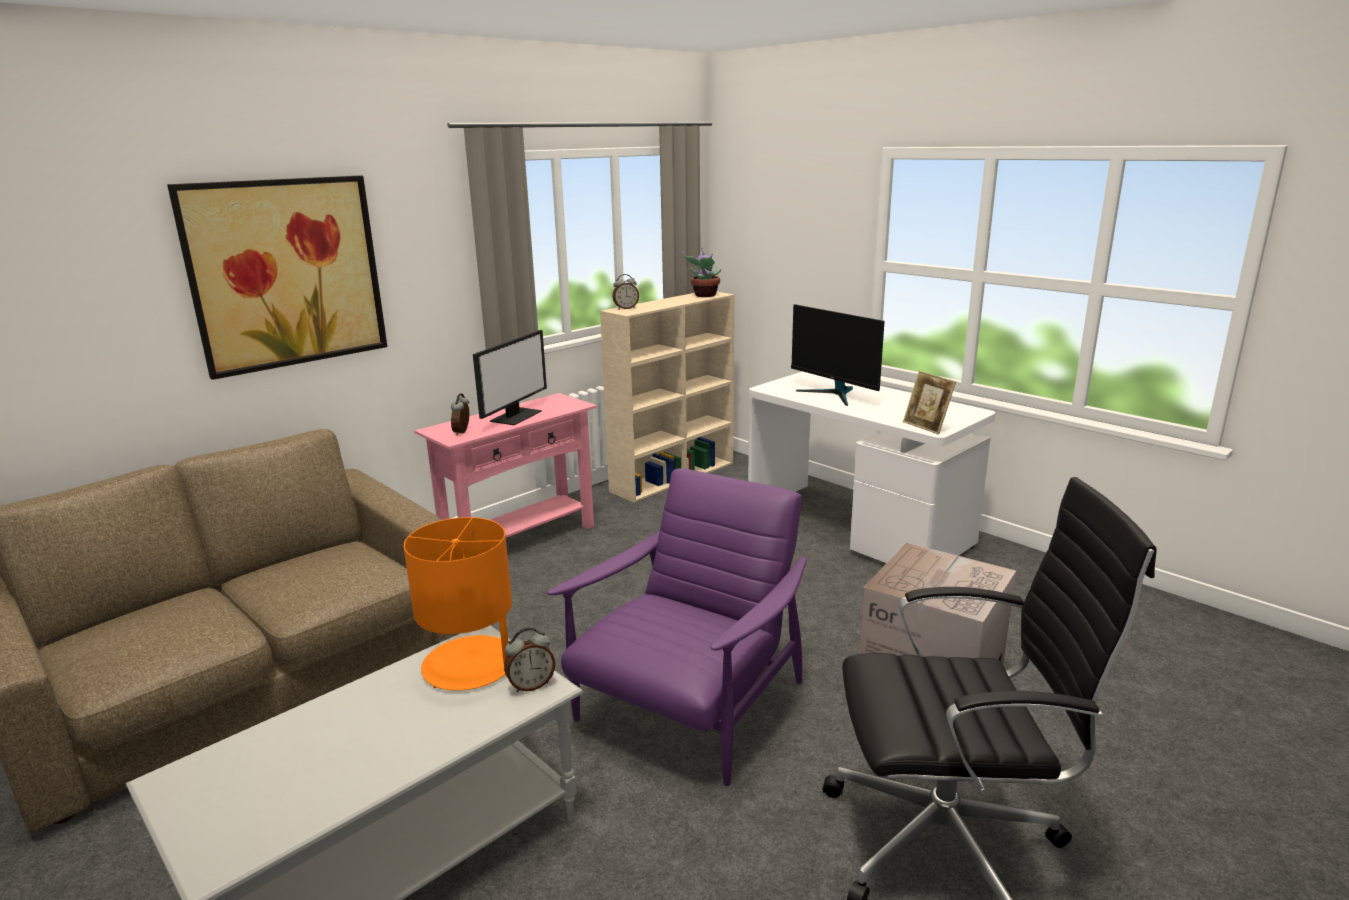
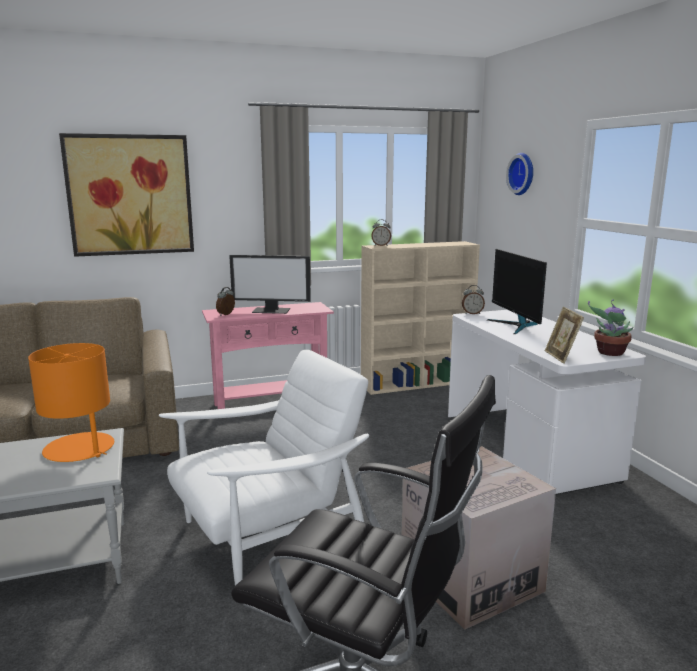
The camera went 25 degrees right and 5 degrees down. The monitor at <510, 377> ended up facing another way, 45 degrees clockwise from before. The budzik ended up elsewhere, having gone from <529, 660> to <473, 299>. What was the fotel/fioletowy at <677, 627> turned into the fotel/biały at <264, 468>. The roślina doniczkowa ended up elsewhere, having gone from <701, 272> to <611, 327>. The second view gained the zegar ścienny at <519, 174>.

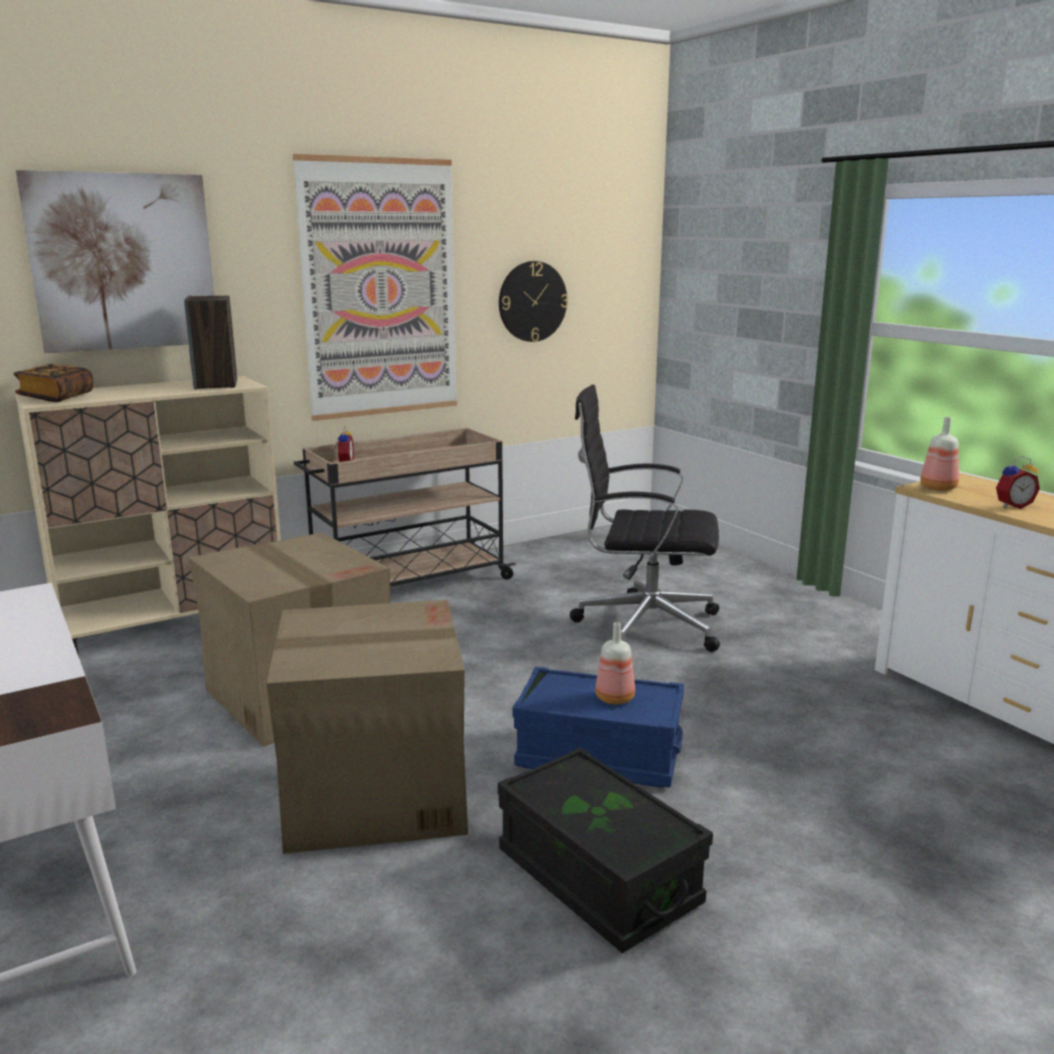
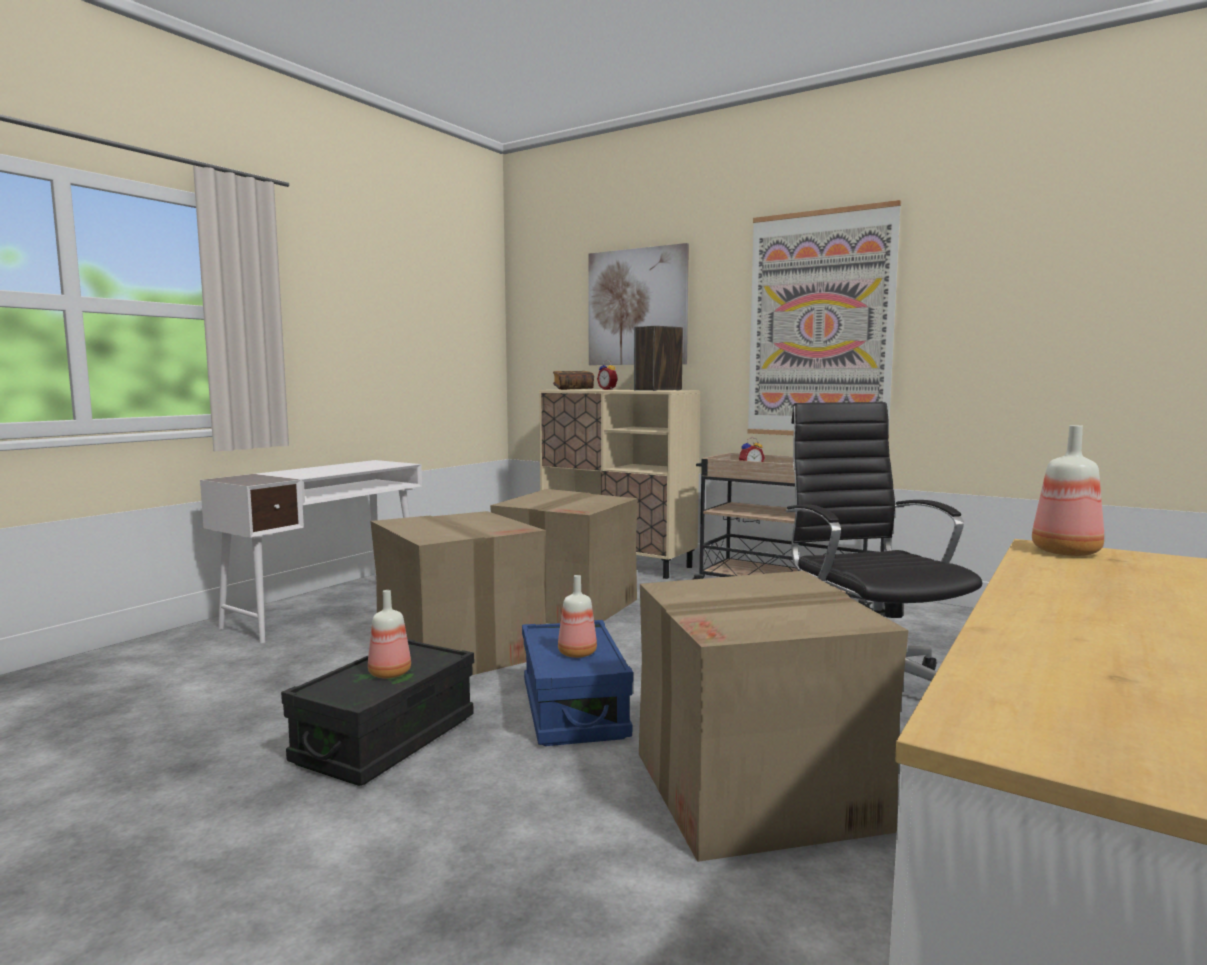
The camera went 65 degrees right and 10 degrees down. The second view lost the zegar ścienny at <533, 301>. The budzik ended up elsewhere, having gone from <1018, 482> to <607, 375>. The second view gained the butelka at <389, 634>. The second view gained the karton at <773, 716>.

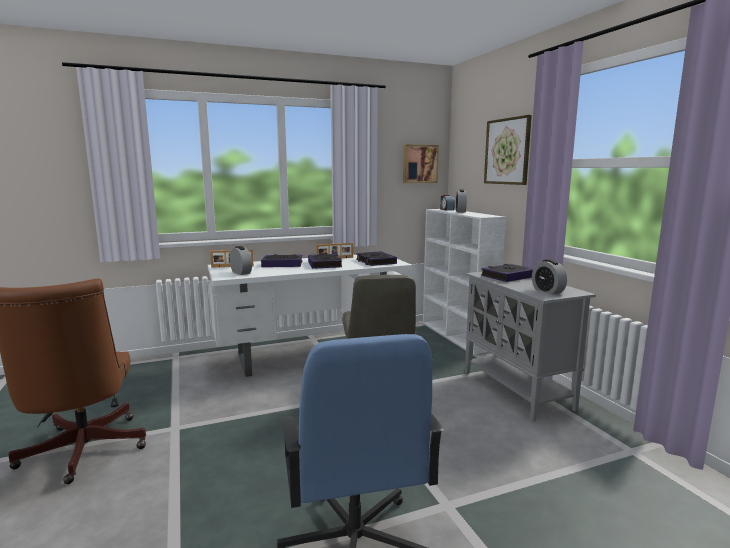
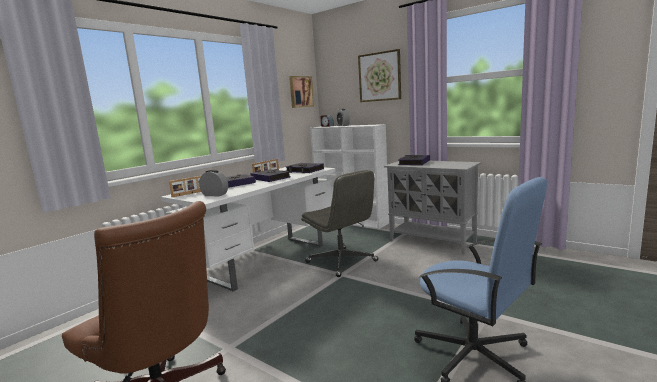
The camera went 30 degrees left and 0 degrees up. The second view lost the budzik at <549, 277>.

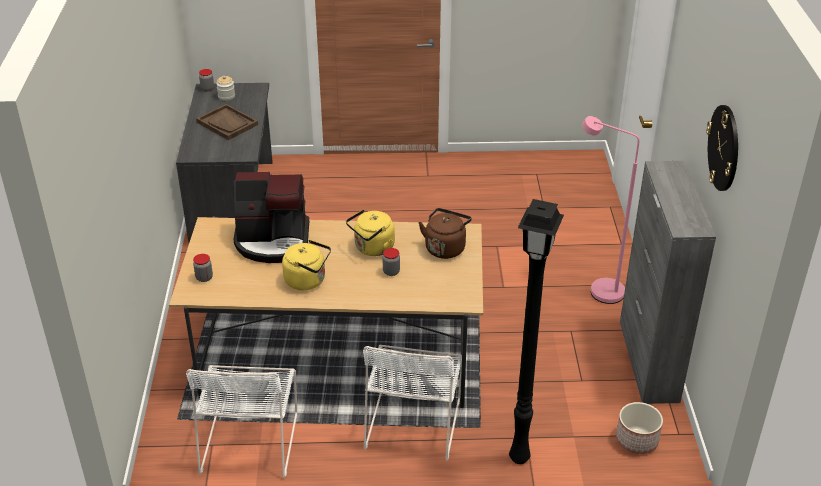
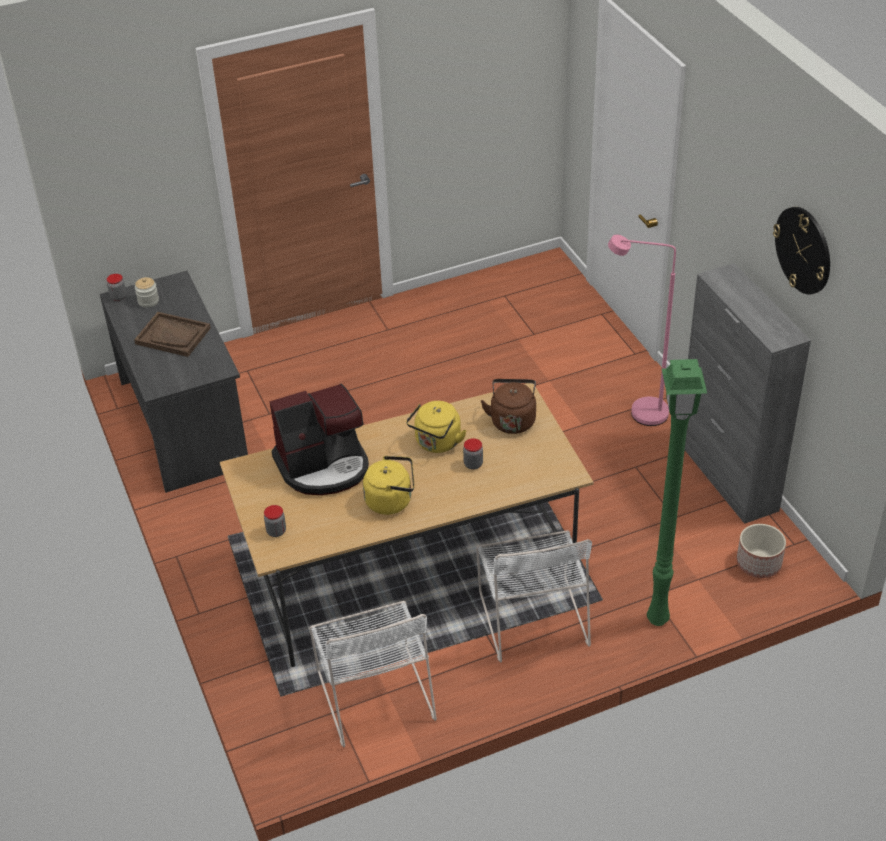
The camera went 20 degrees left and 5 degrees up. What was the lampa stojąca/czarny at <536, 331> turned into the lampa stojąca/zielony at <677, 492>.

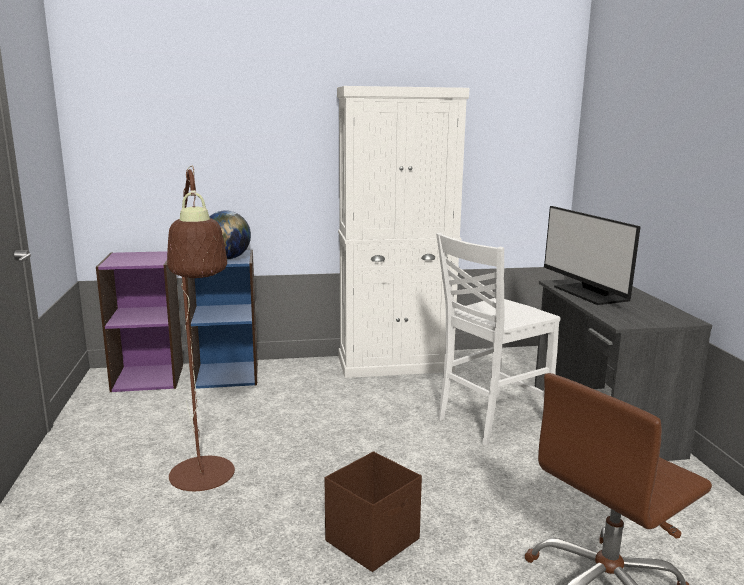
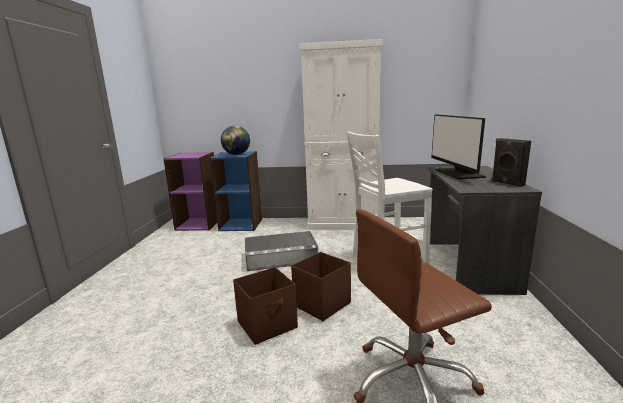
The camera went 15 degrees right and 0 degrees up. The second view lost the lampa stojąca/brązowy at <201, 328>. The second view gained the pojemnik do przechowywania/szary at <281, 251>. The second view gained the pojemnik do przechowywania/brązowy at <321, 286>. The second view gained the głośnik/czarny at <511, 162>.

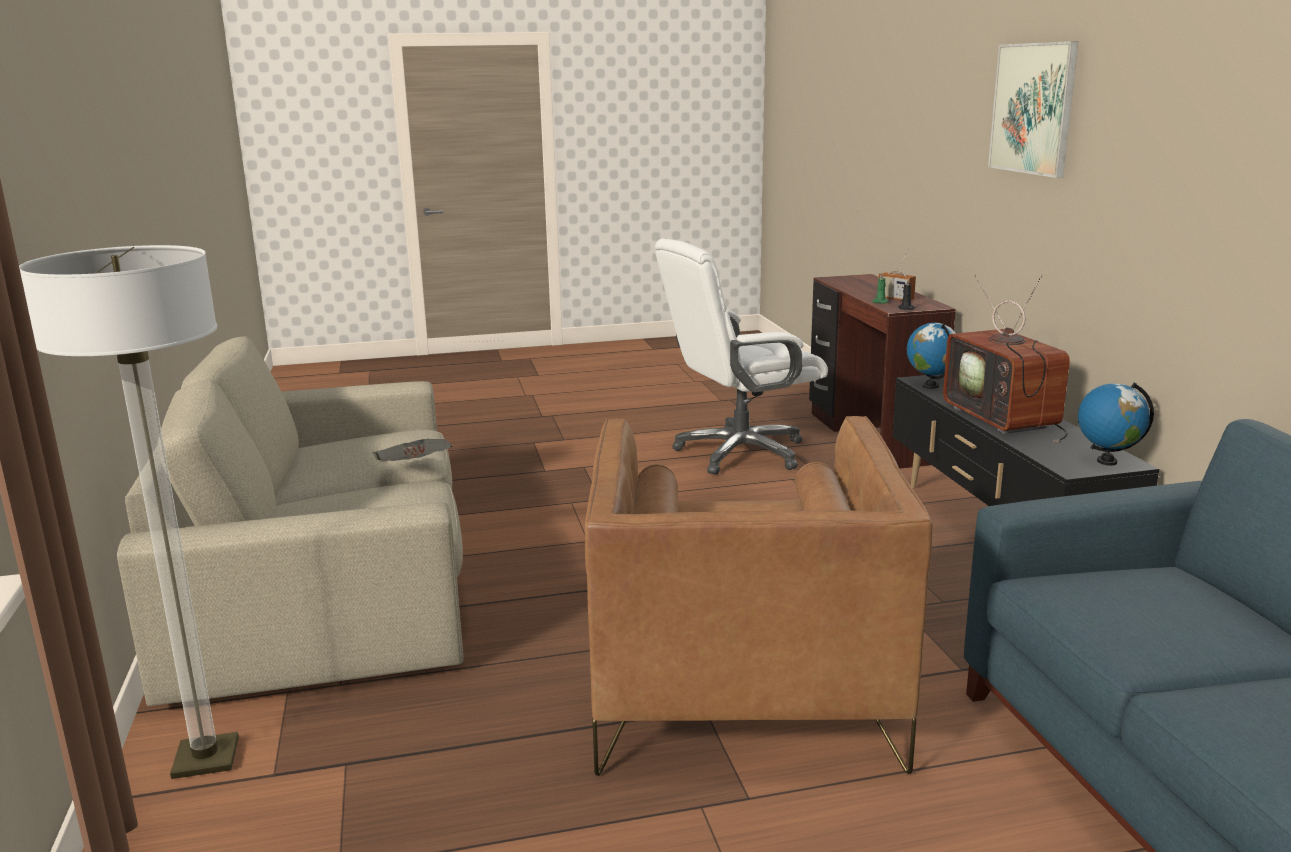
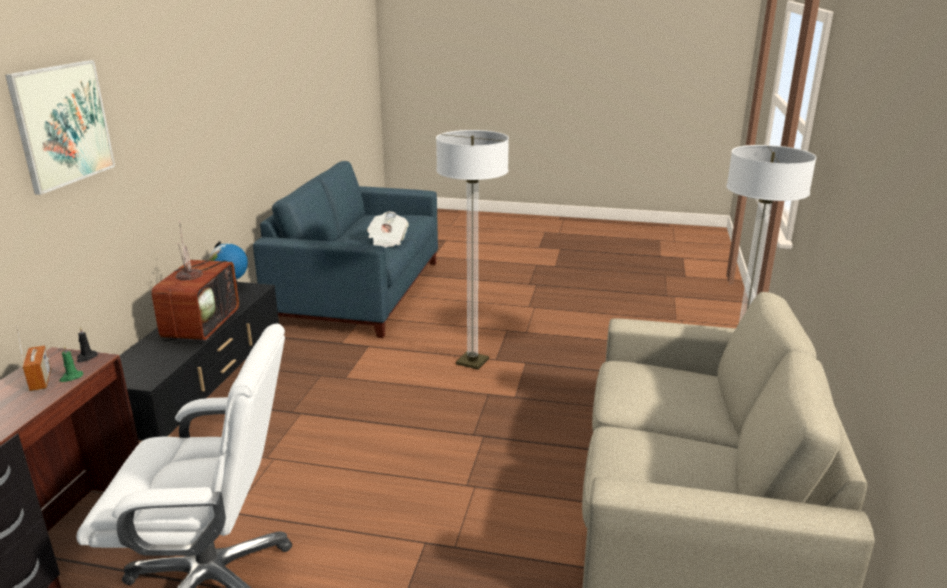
The camera went 155 degrees left and 5 degrees up. The gazeta ended up elsewhere, having gone from <412, 450> to <388, 230>. Where the fotel/brązowy stood at <759, 596>, the lampa stojąca came to stand at <472, 250>. The second view lost the globus at <931, 356>.

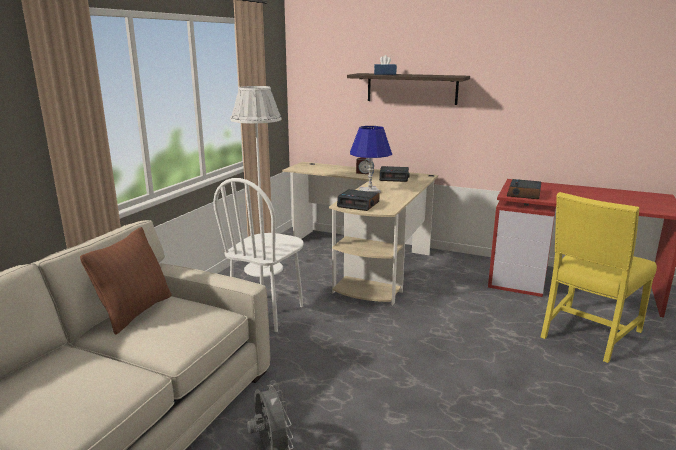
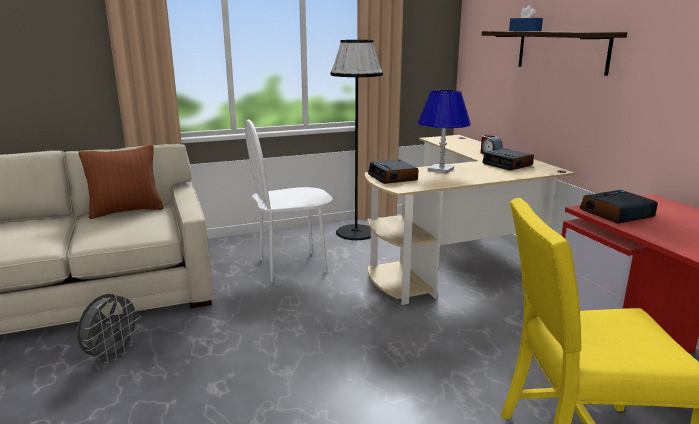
The camera went 45 degrees right and 0 degrees up. What was the lampa stojąca/biały at <256, 181> turned into the lampa stojąca/czarny at <357, 140>.

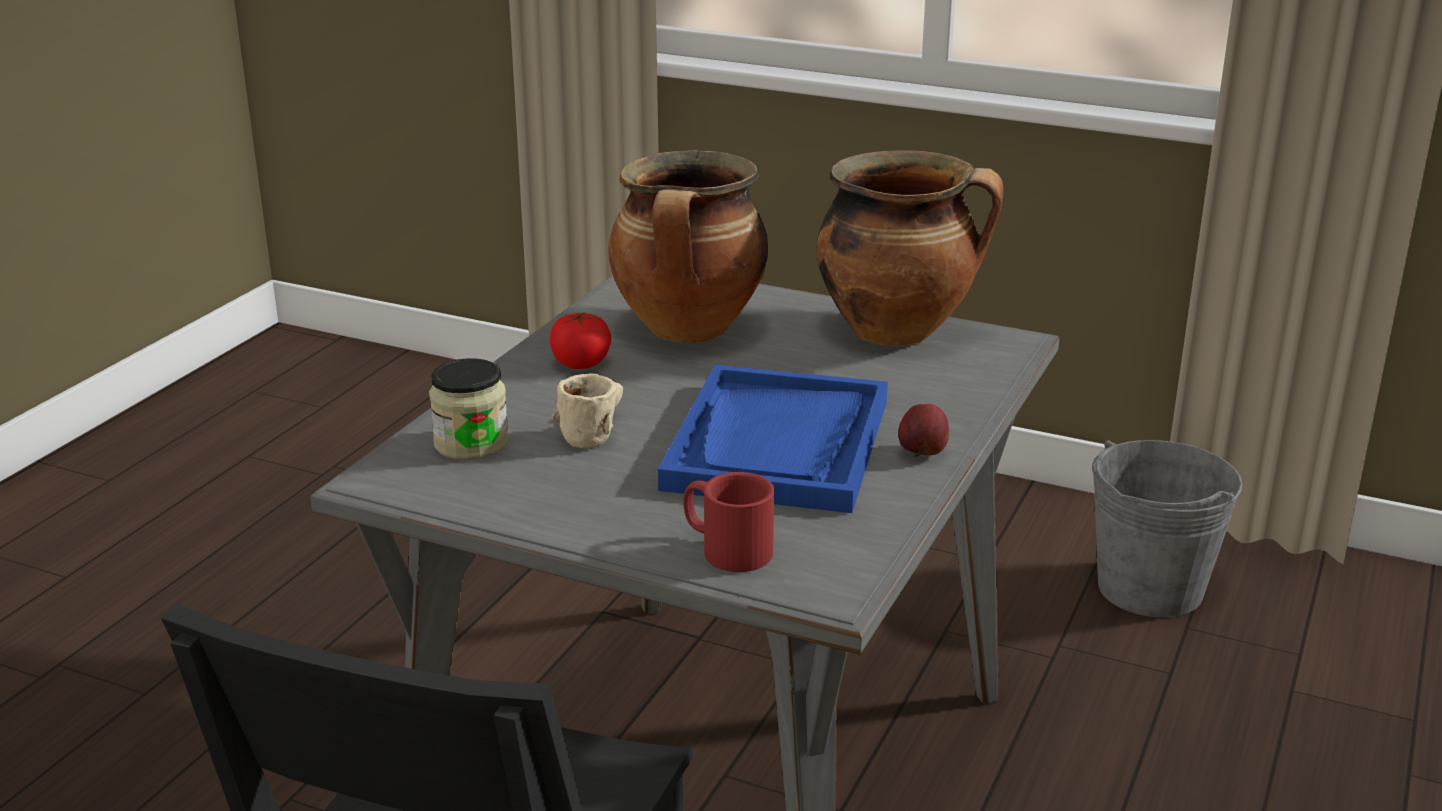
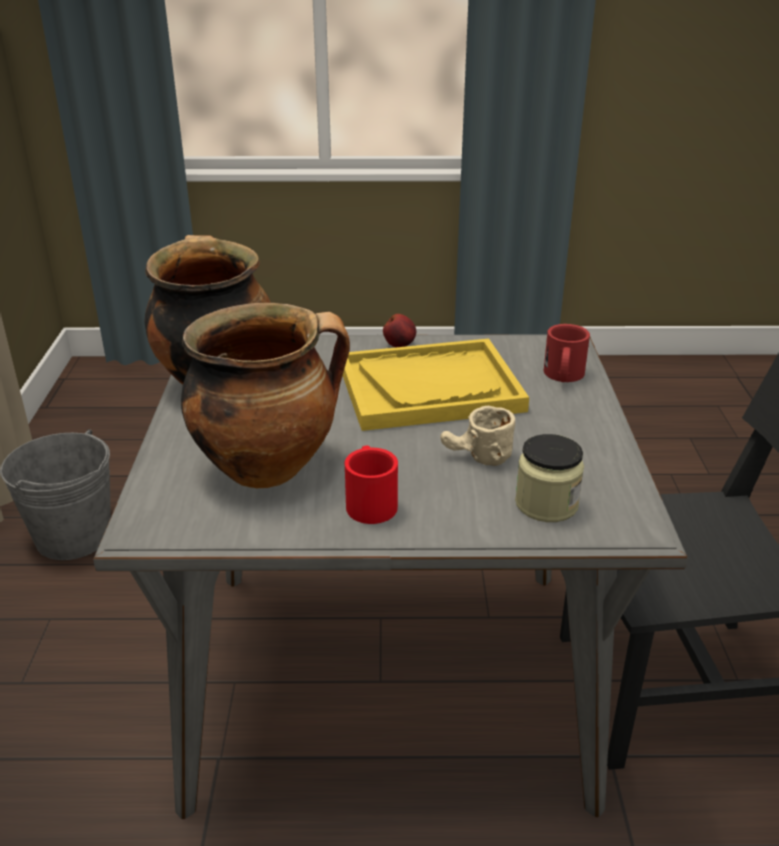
The camera went 115 degrees left and 5 degrees up. Where the pomidor stood at <580, 341>, the kubek/czerwony came to stand at <371, 485>. What was the taca/niebieski at <773, 439> turned into the taca/żółty at <436, 384>.

